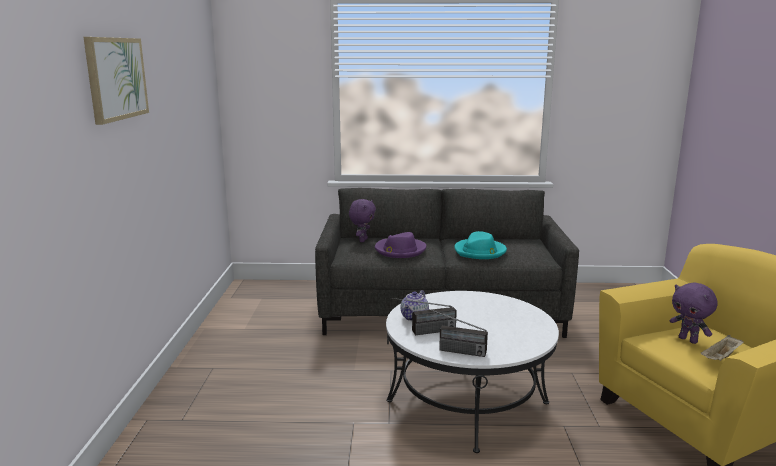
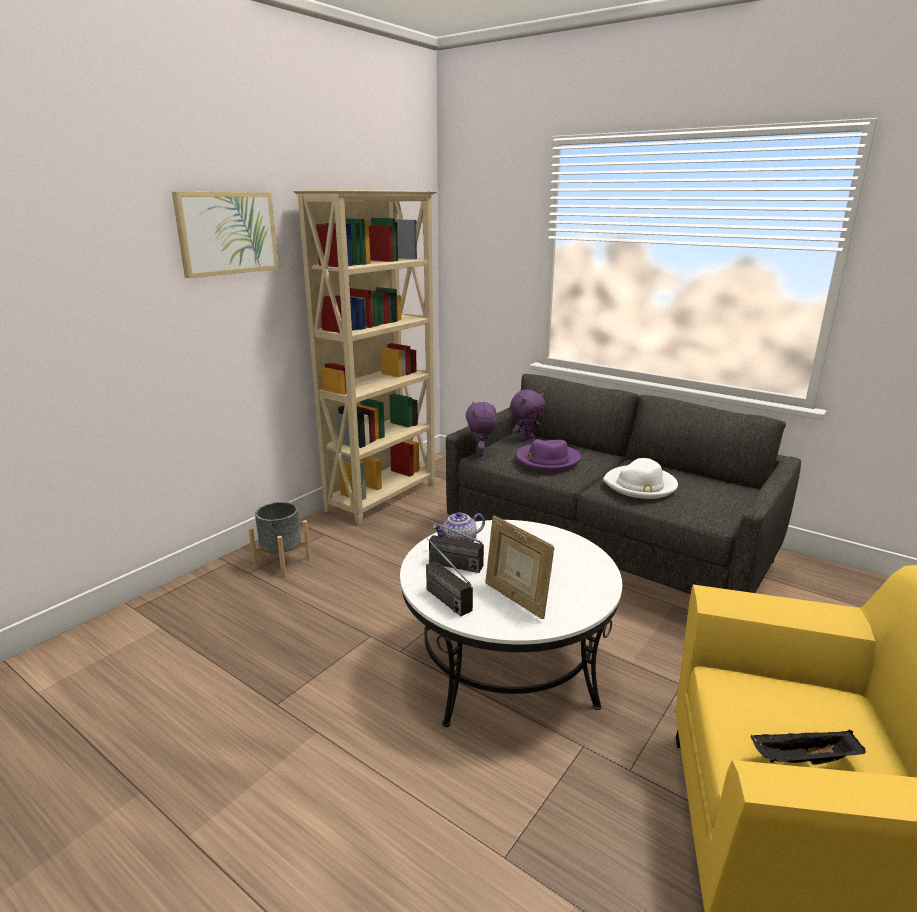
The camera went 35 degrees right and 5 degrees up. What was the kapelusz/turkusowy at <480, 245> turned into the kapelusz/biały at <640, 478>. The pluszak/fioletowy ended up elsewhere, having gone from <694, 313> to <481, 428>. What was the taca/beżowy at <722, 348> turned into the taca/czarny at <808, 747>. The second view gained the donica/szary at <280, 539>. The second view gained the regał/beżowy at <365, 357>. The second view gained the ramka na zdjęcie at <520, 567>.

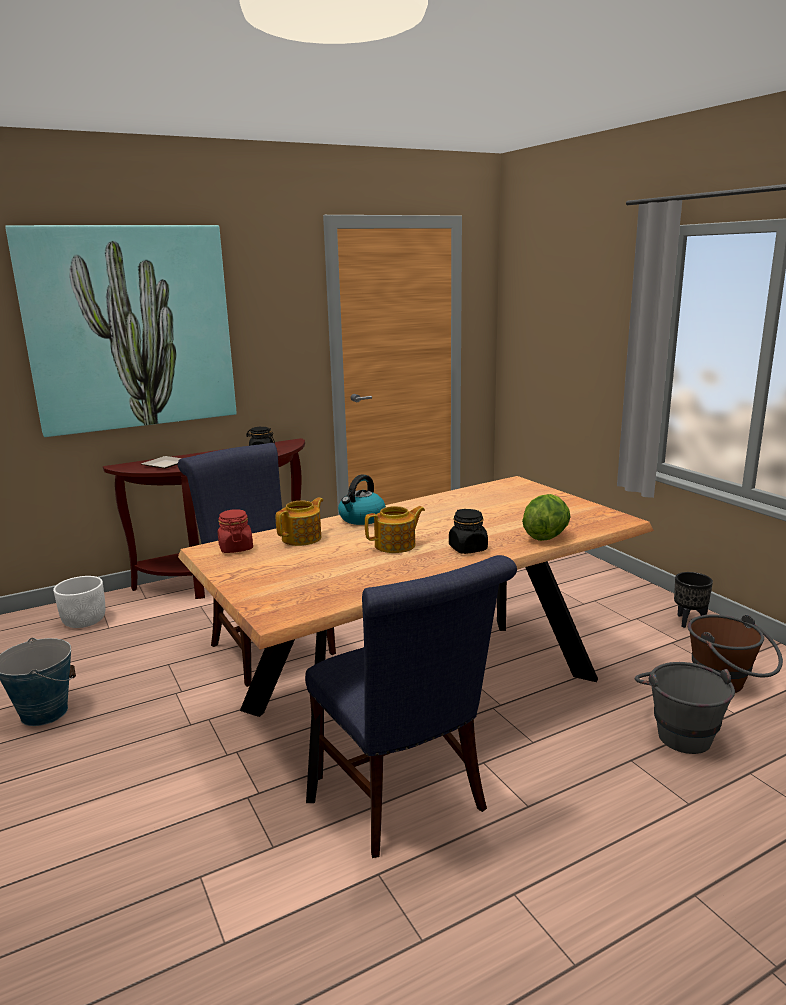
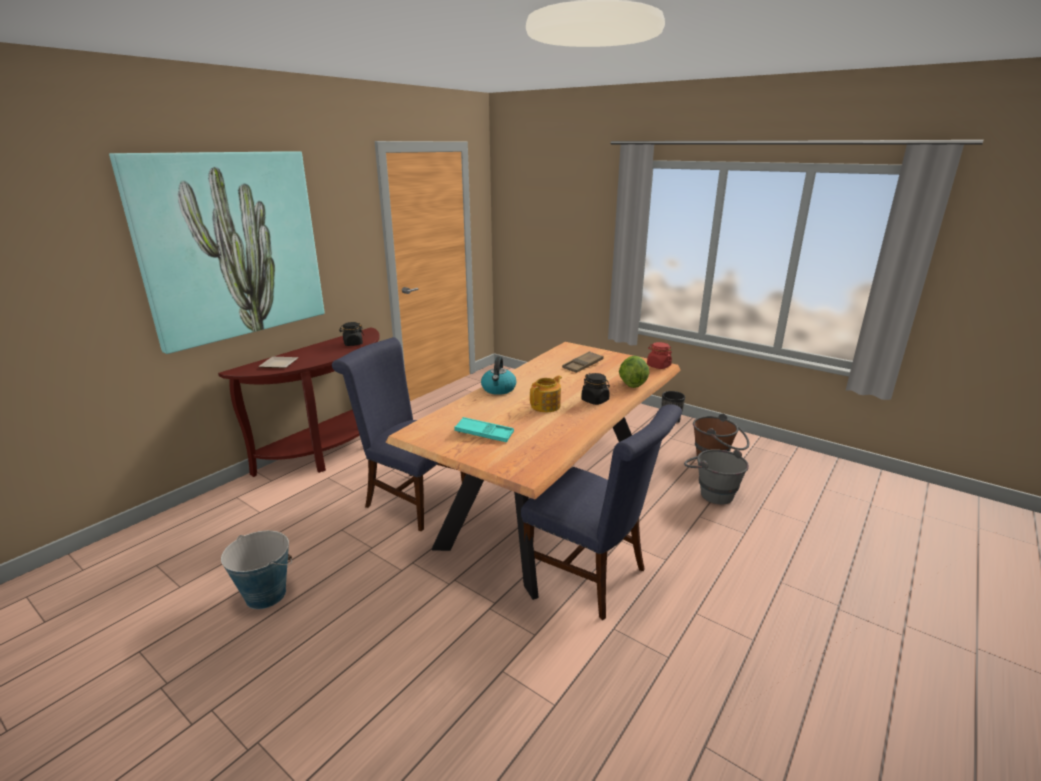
The camera went 25 degrees left and 5 degrees up. The second view lost the donica/biały at <79, 602>. The słoik/czerwony ended up elsewhere, having gone from <235, 531> to <659, 355>. The second view lost the imbryk at <299, 522>. The second view gained the taca/turkusowy at <484, 429>. The second view gained the taca/brązowy at <583, 362>.

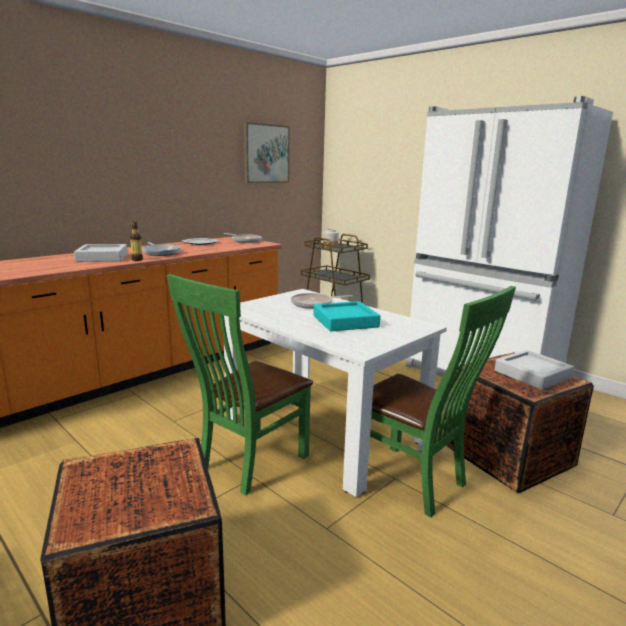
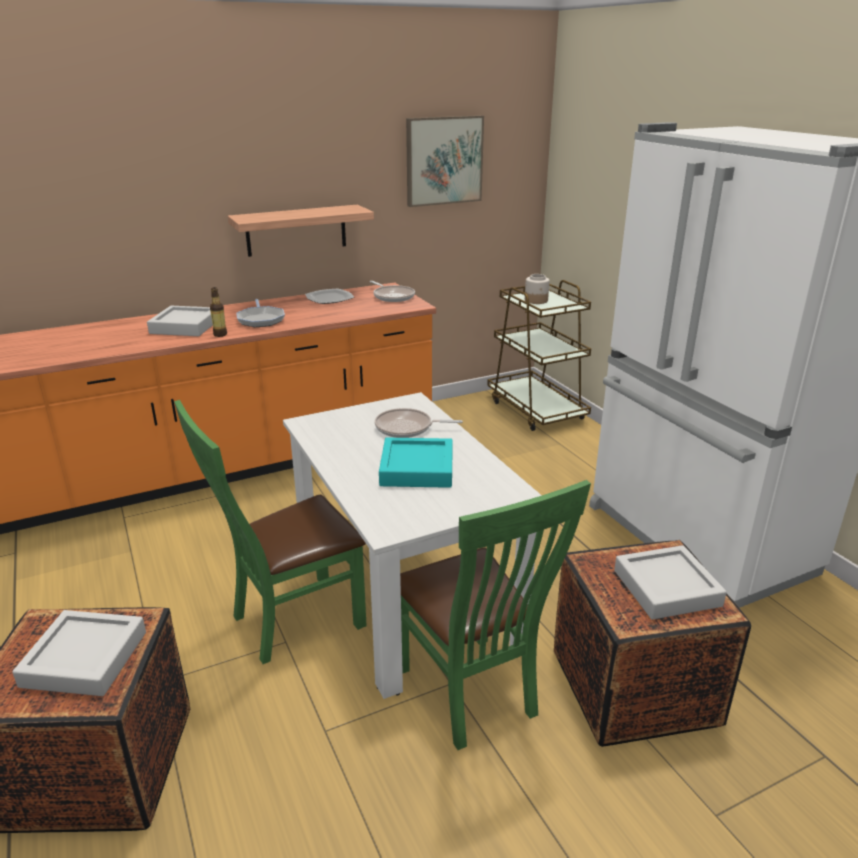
The camera went 20 degrees right and 10 degrees up. The second view gained the taca/szary at <79, 653>. The second view gained the półka at <301, 231>.

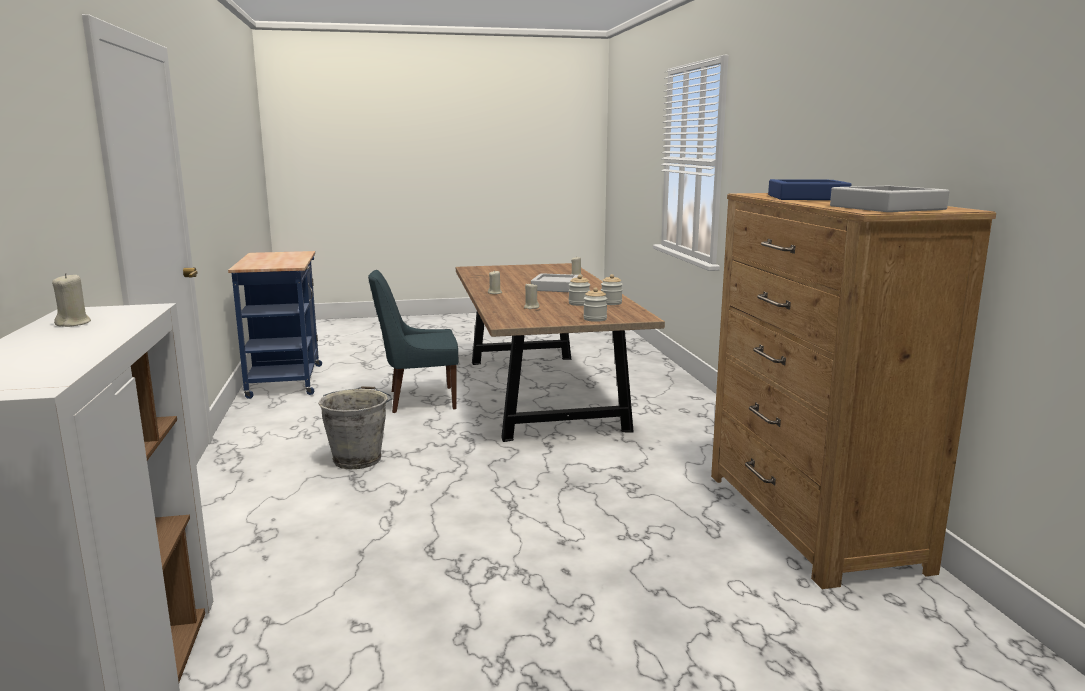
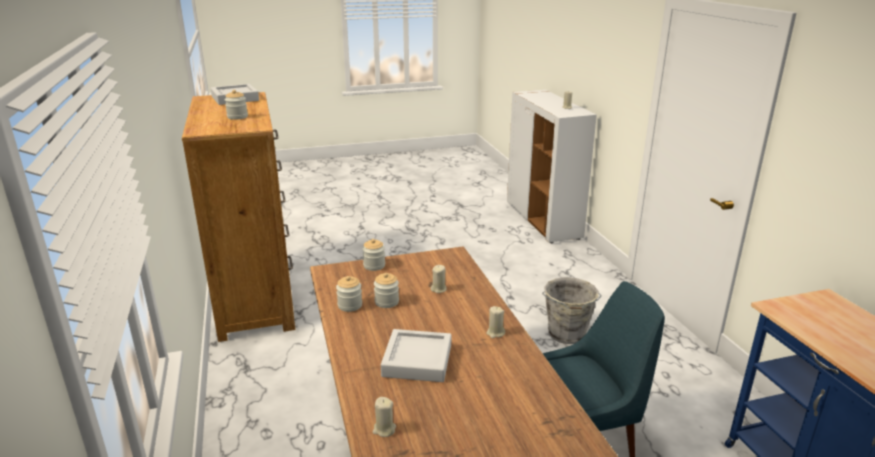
The camera went 175 degrees right and 10 degrees up. Where the taca/niebieski stood at <809, 189>, the słoik came to stand at <236, 105>.

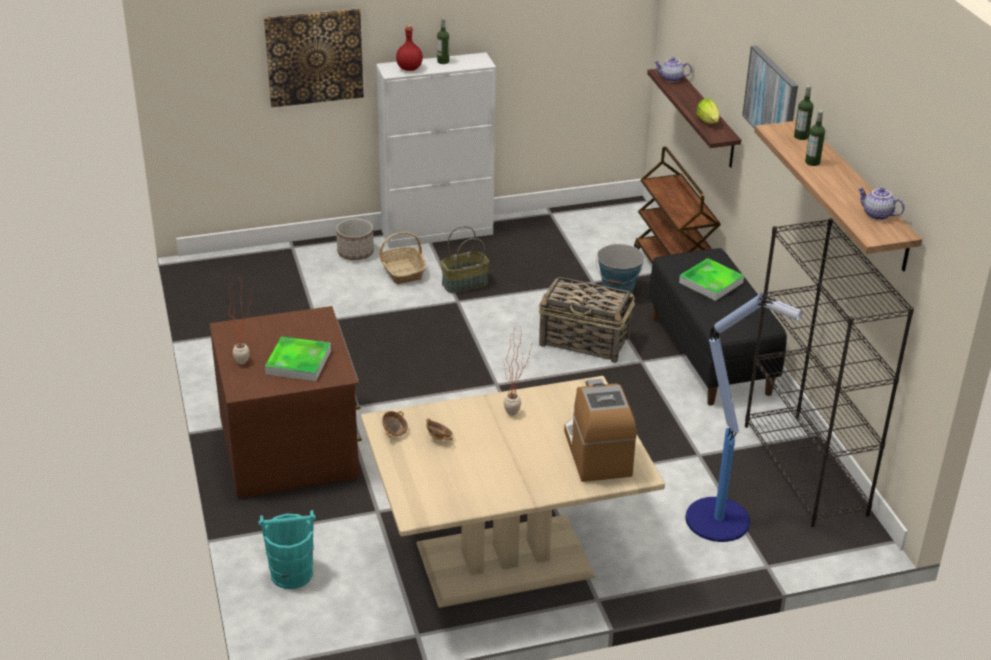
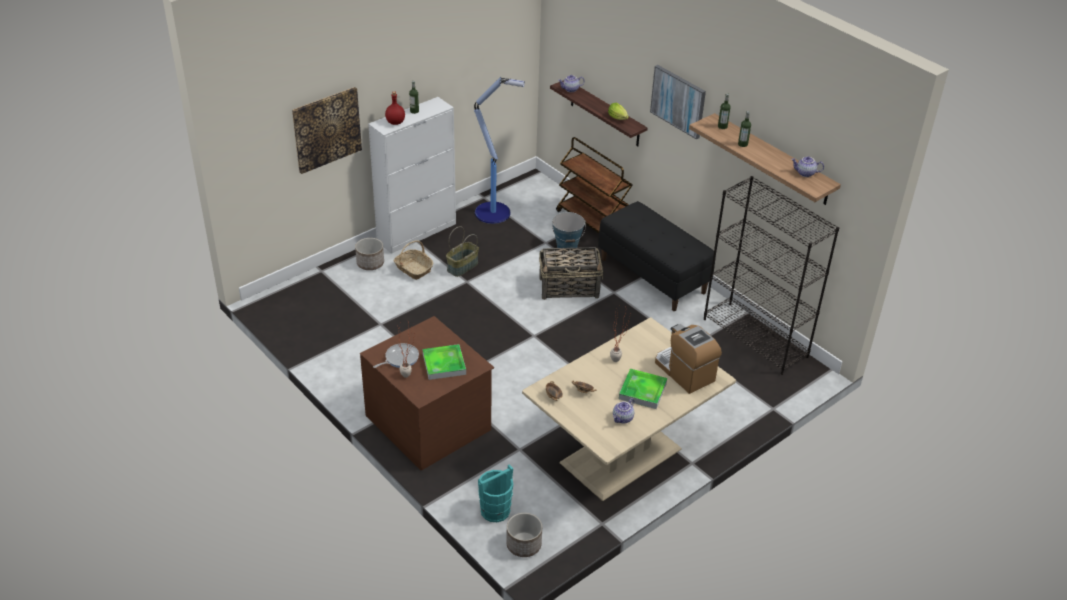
The camera went 25 degrees left and 5 degrees up. The taca ended up elsewhere, having gone from <711, 279> to <643, 389>. The lampa stojąca ended up elsewhere, having gone from <744, 417> to <499, 150>. The second view gained the patelnia at <396, 355>. The second view gained the donica at <524, 535>. The second view gained the imbryk at <623, 411>.

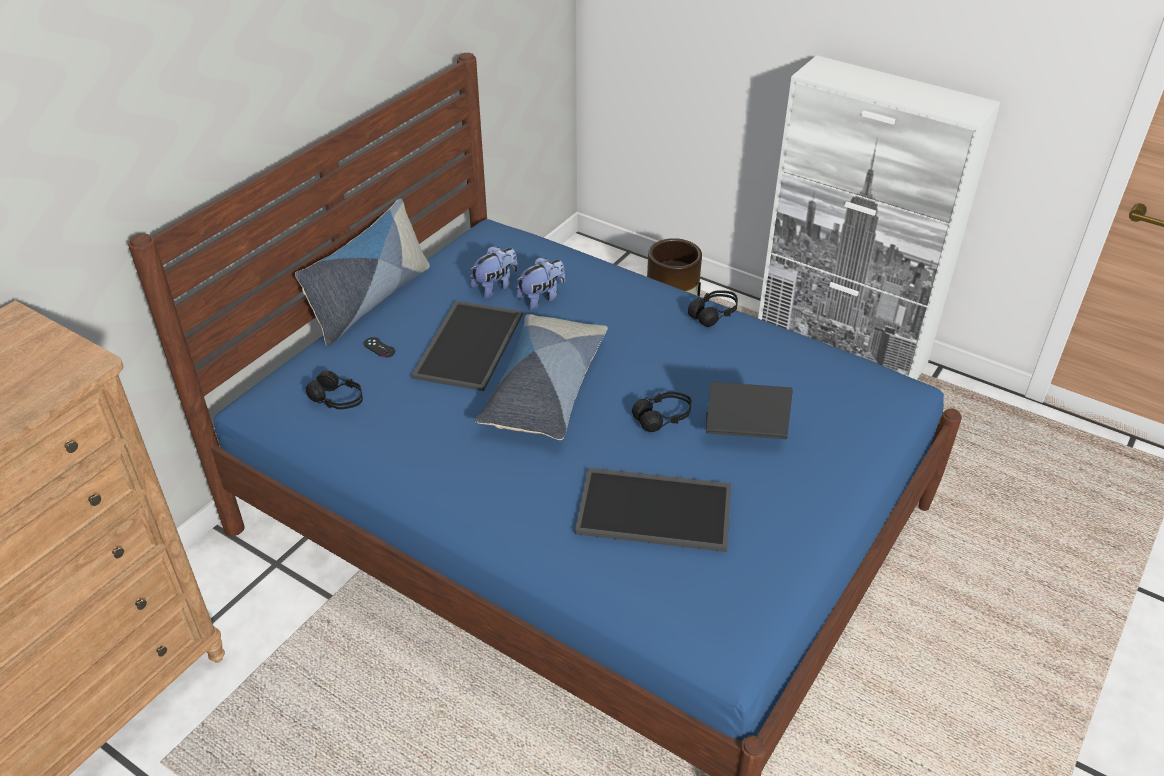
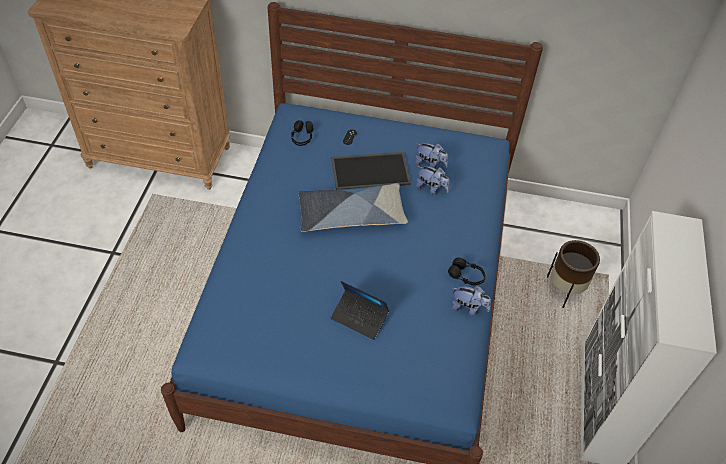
The camera went 65 degrees right and 10 degrees up. The second view lost the poduszka at <362, 272>. The second view lost the taca at <653, 510>. The second view lost the słuchawki/czarny at <661, 411>. The laptop at <749, 410> ended up facing another way, 135 degrees clockwise from before. The second view gained the pluszak at <471, 301>.

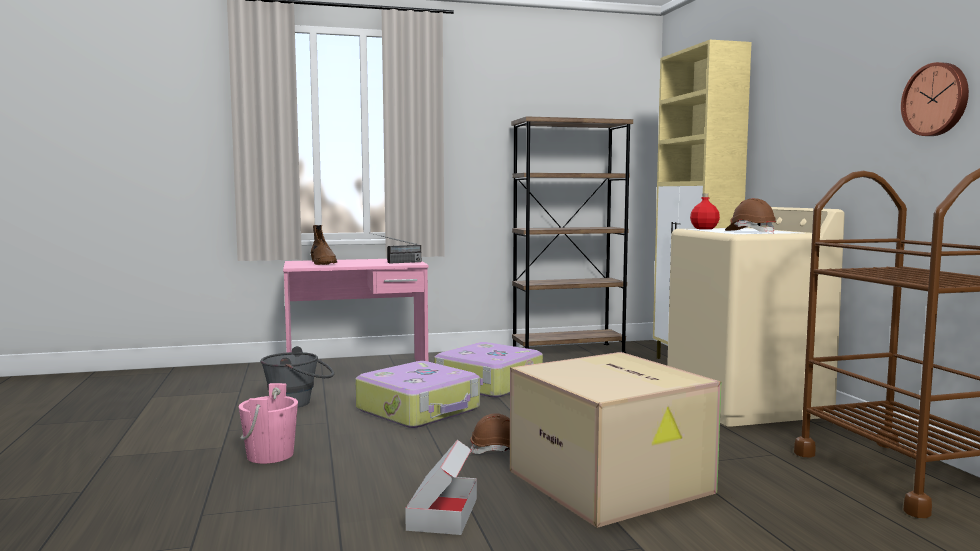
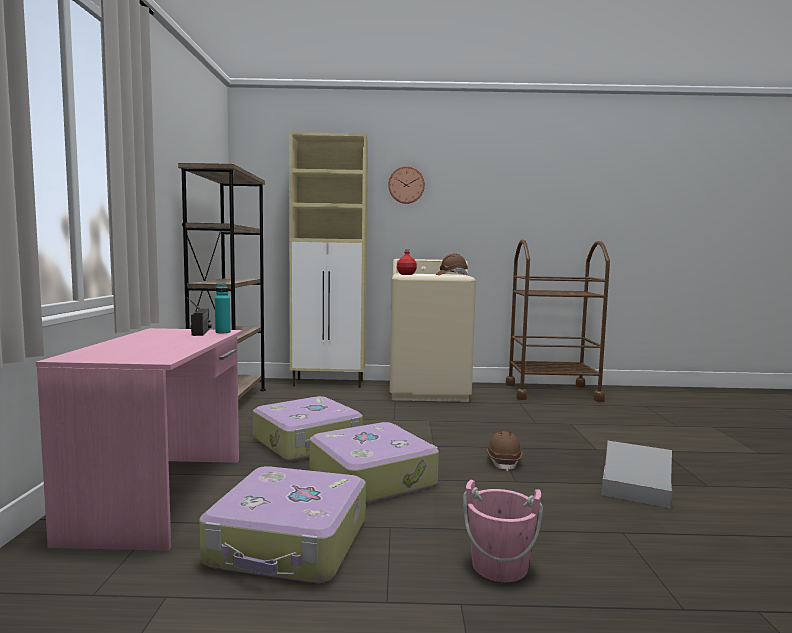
The camera went 75 degrees left and 0 degrees up. Where the wiadro/szary stood at <297, 377>, the walizka came to stand at <282, 524>. The second view lost the but z cholewką/brązowy at <324, 245>. The second view lost the karton at <616, 440>. The zegar ścienny ended up elsewhere, having gone from <935, 99> to <406, 185>. The second view gained the butelka/turkusowy at <223, 308>.

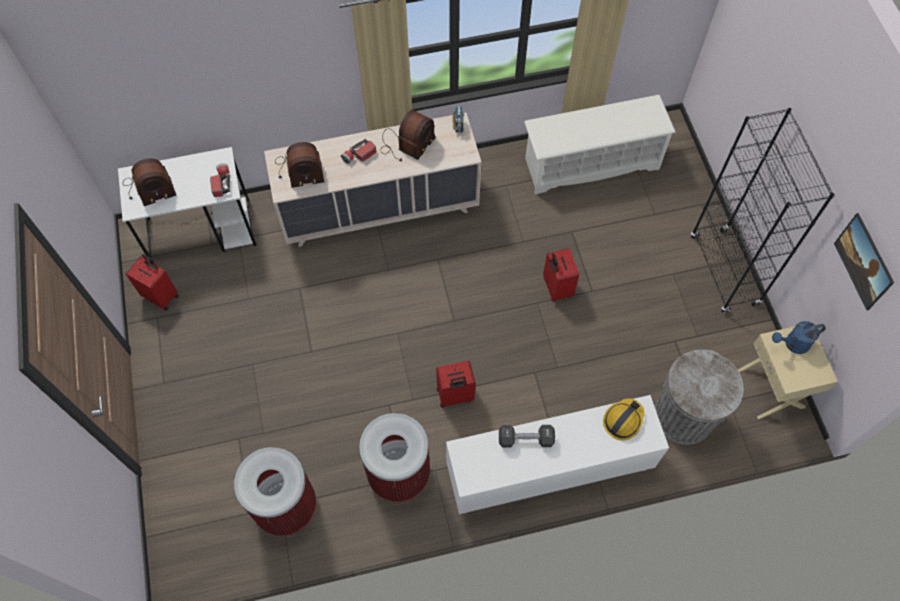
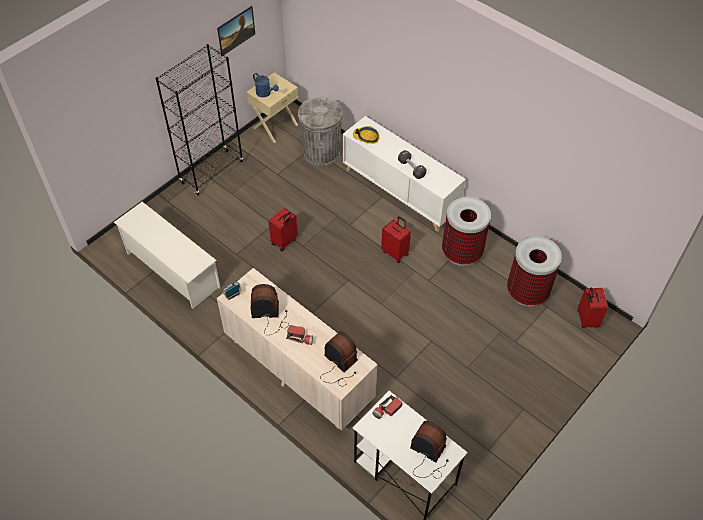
The camera went 125 degrees left and 10 degrees down. The walizka/czerwony ended up elsewhere, having gone from <152, 282> to <593, 308>.

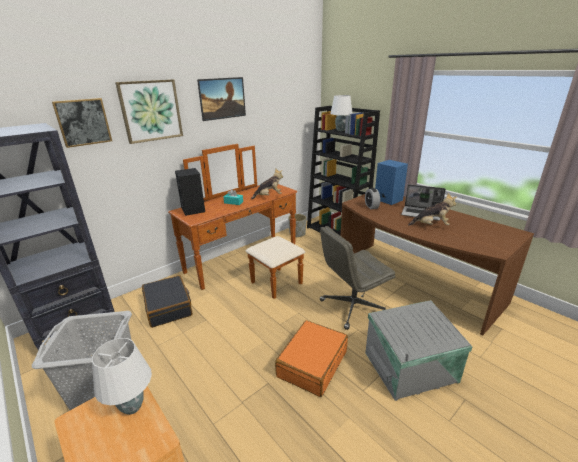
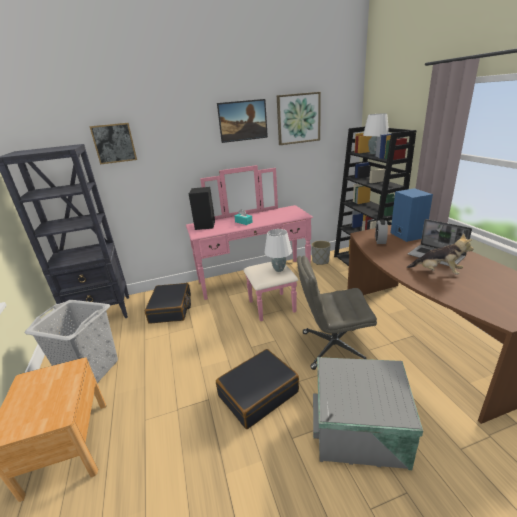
The camera went 25 degrees right and 0 degrees up. The lampa stołowa/biały ended up elsewhere, having gone from <122, 376> to <278, 250>. The obraz ended up elsewhere, having gone from <149, 111> to <299, 118>. What was the komoda/brązowy at <236, 221> turned into the komoda/różowy at <249, 243>. The second view lost the pluszak at <267, 184>. What was the walizka/pomarańczowy at <311, 358> turned into the walizka/czarny at <257, 389>.

